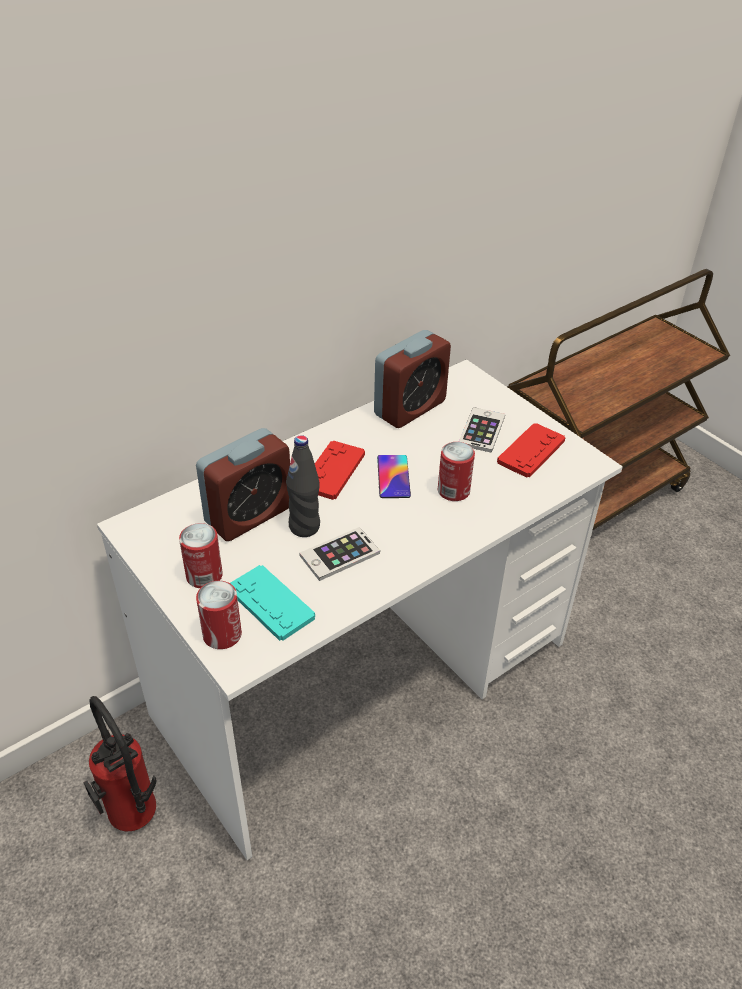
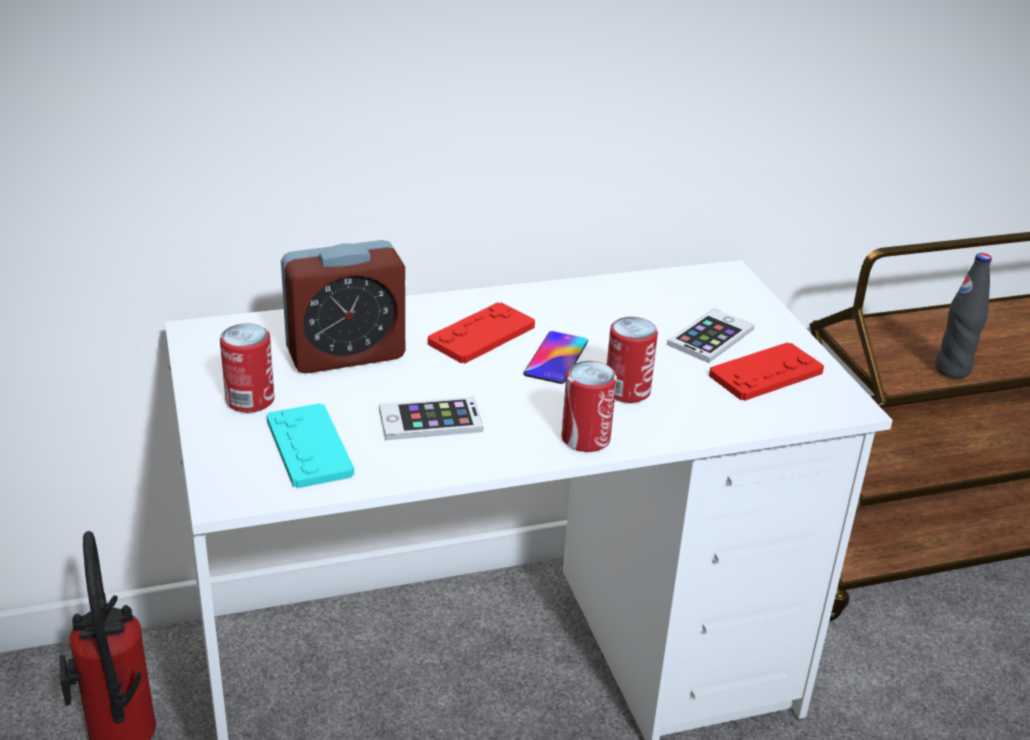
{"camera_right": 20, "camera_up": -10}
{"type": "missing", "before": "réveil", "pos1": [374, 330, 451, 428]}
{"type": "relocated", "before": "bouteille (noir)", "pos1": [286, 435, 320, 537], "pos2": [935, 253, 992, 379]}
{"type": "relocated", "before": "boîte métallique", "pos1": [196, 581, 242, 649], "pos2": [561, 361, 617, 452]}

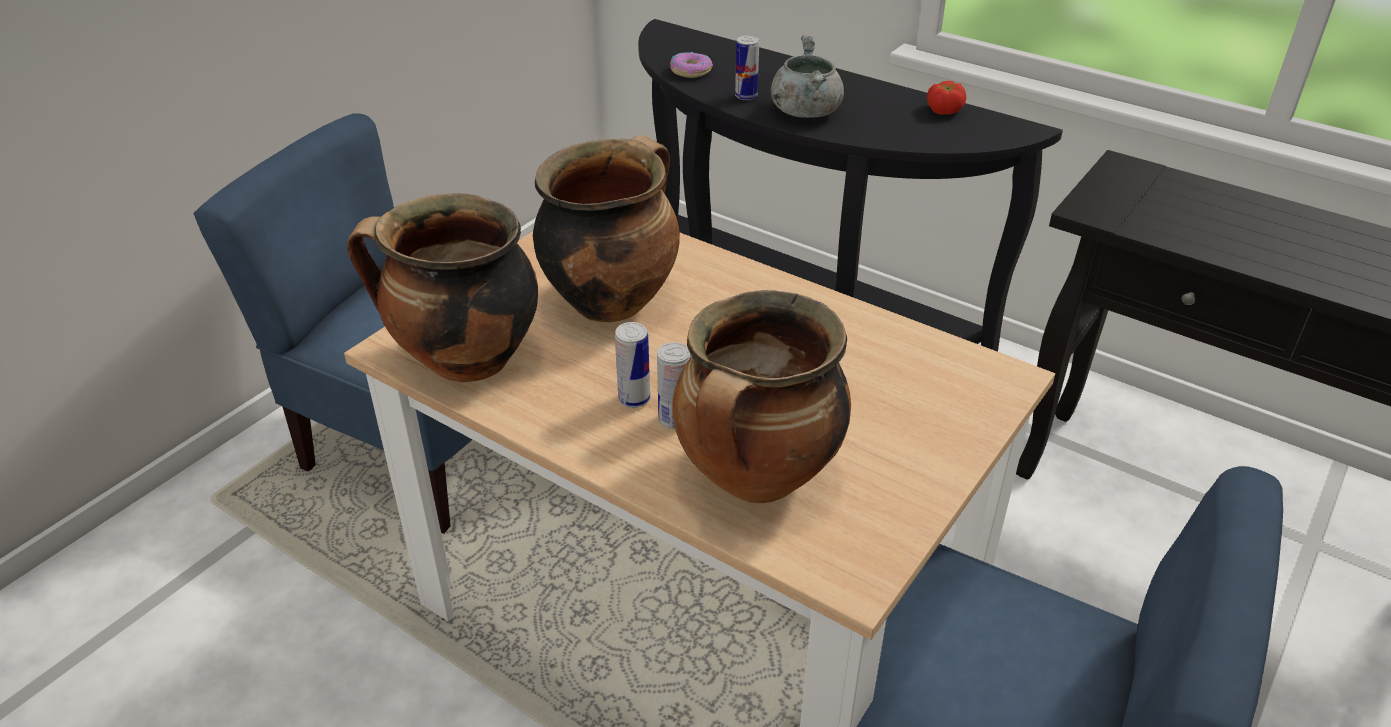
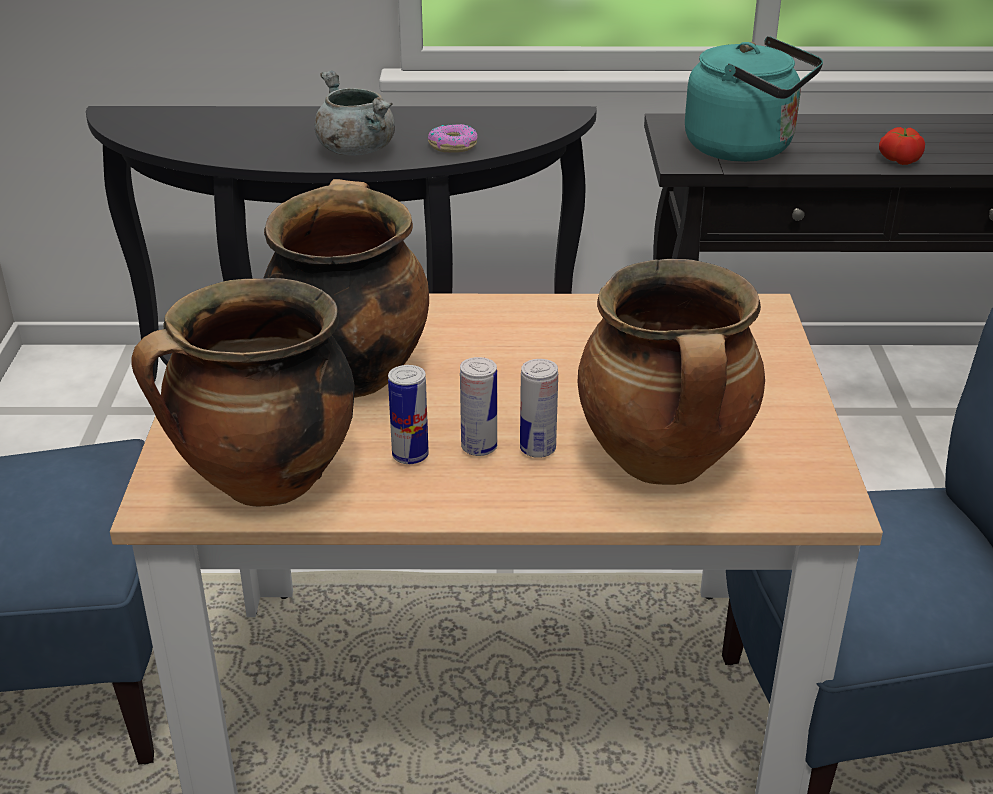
{"camera_right": -35, "camera_up": -5}
{"type": "relocated", "before": "boîte métallique", "pos1": [735, 36, 759, 100], "pos2": [388, 365, 429, 464]}
{"type": "relocated", "before": "beignet", "pos1": [670, 52, 713, 78], "pos2": [428, 124, 477, 153]}
{"type": "relocated", "before": "tomate", "pos1": [927, 81, 966, 115], "pos2": [879, 127, 925, 165]}
{"type": "appeared", "after": "bouilloire (turquoise)", "pos2": [685, 36, 823, 162]}

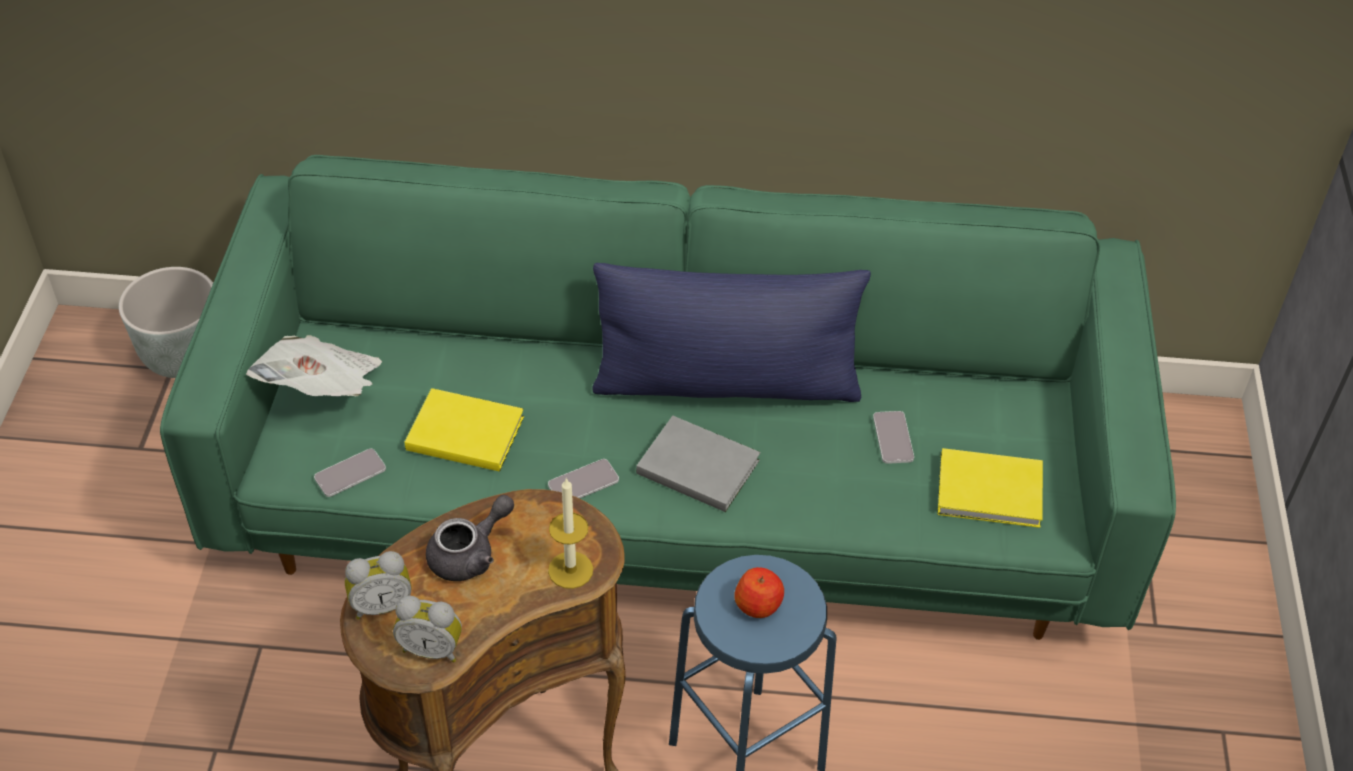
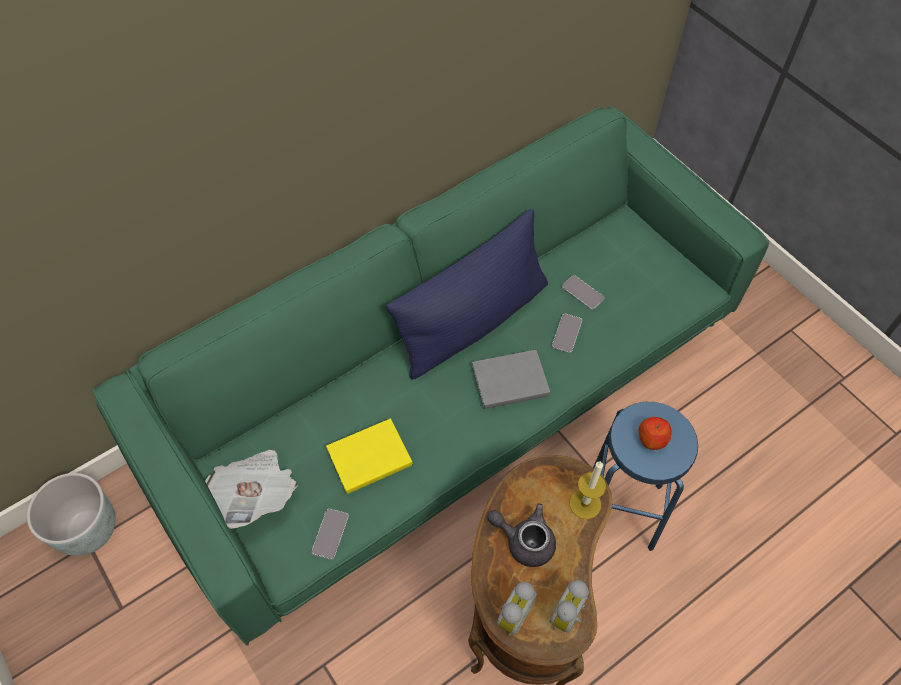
{"camera_right": -40, "camera_up": 10}
{"type": "missing", "before": "livre (jaune)", "pos1": [938, 448, 1043, 528]}
{"type": "relocated", "before": "téléphone", "pos1": [548, 459, 619, 498], "pos2": [552, 314, 582, 353]}
{"type": "spun", "before": "théière (gris)", "pos1": [426, 495, 514, 581], "pos2": [487, 503, 556, 567], "turn": -75}
{"type": "spun", "before": "réveil", "pos1": [393, 595, 462, 663], "pos2": [550, 580, 590, 633], "turn": 150}

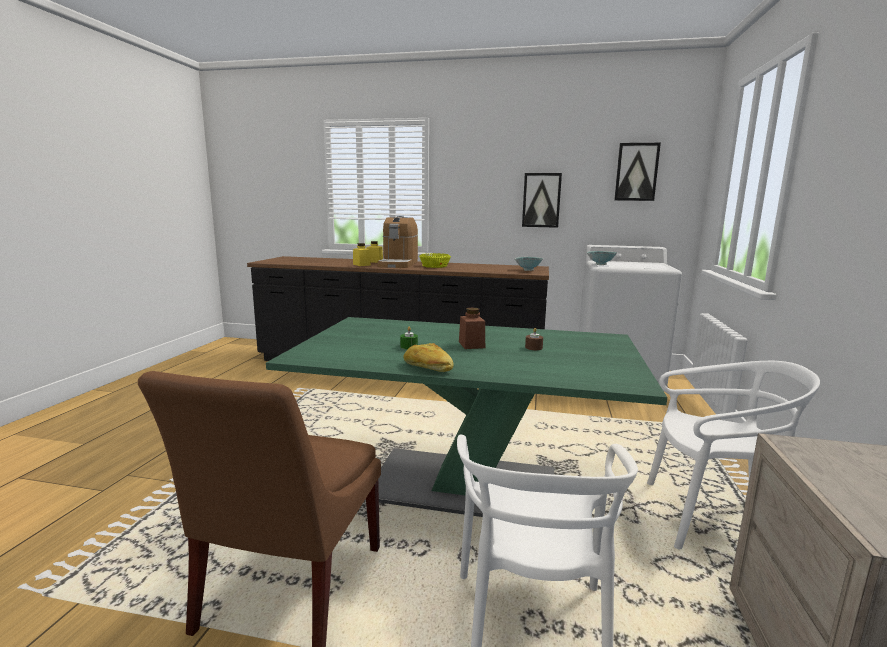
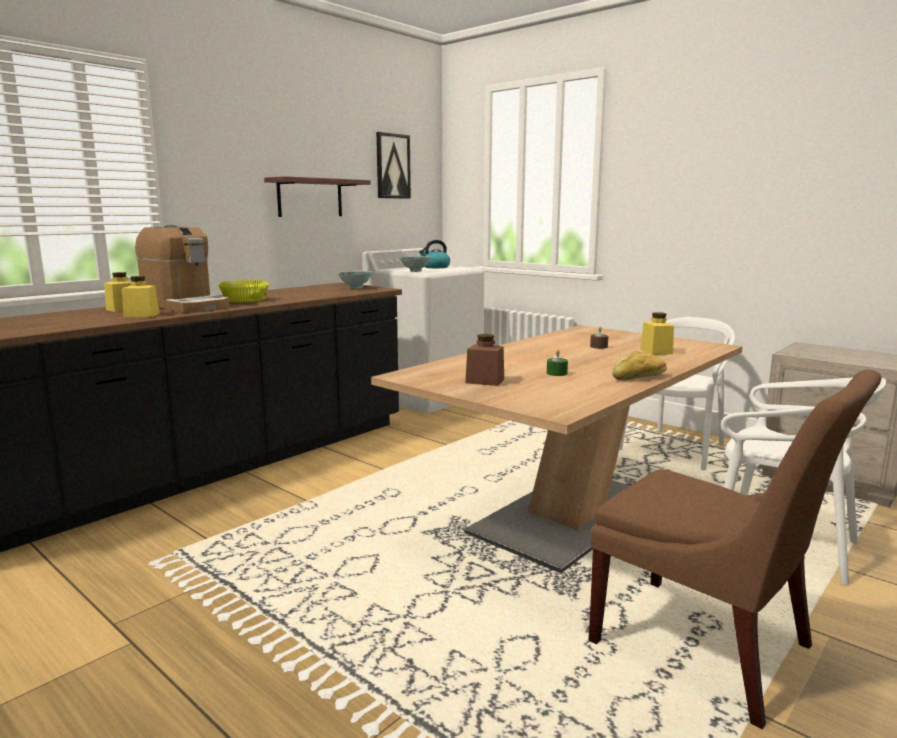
{"camera_right": -60, "camera_up": 0}
{"type": "exchanged", "before": "tableau", "after": "étagère", "pos1": [522, 173, 562, 228], "pos2": [264, 176, 371, 217]}
{"type": "relocated", "before": "bocal (marron)", "pos1": [459, 308, 485, 349], "pos2": [465, 334, 504, 386]}
{"type": "colour", "before": "table à manger (vert)", "after": "table à manger (marron)", "pos1": [266, 317, 667, 517], "pos2": [371, 325, 743, 573]}
{"type": "appeared", "after": "bouilloire", "pos2": [419, 240, 450, 268]}
{"type": "appeared", "after": "bocal (jaune)", "pos2": [640, 312, 674, 355]}

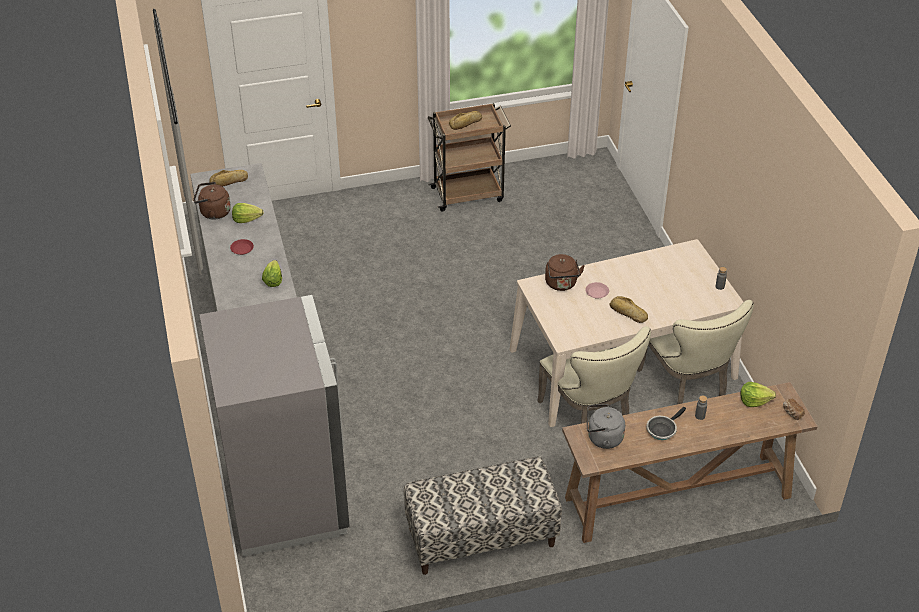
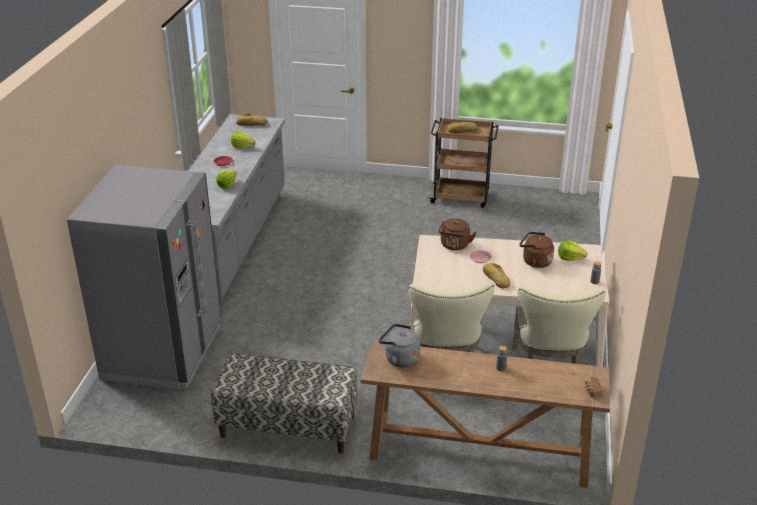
{"camera_right": 25, "camera_up": -10}
{"type": "relocated", "before": "bouilloire (marron)", "pos1": [193, 182, 231, 219], "pos2": [519, 232, 554, 268]}
{"type": "relocated", "before": "laitue", "pos1": [740, 382, 776, 407], "pos2": [558, 240, 588, 261]}
{"type": "missing", "before": "poêle", "pos1": [646, 407, 686, 440]}

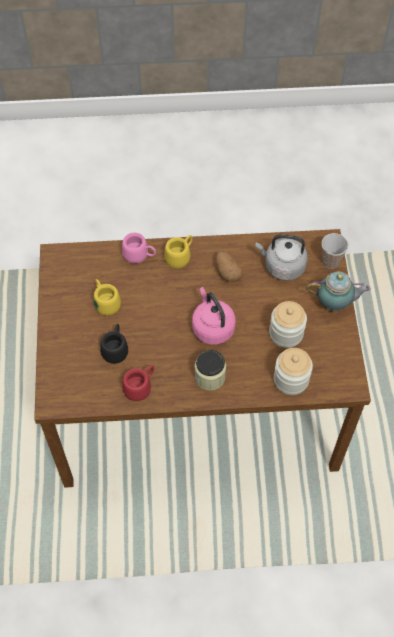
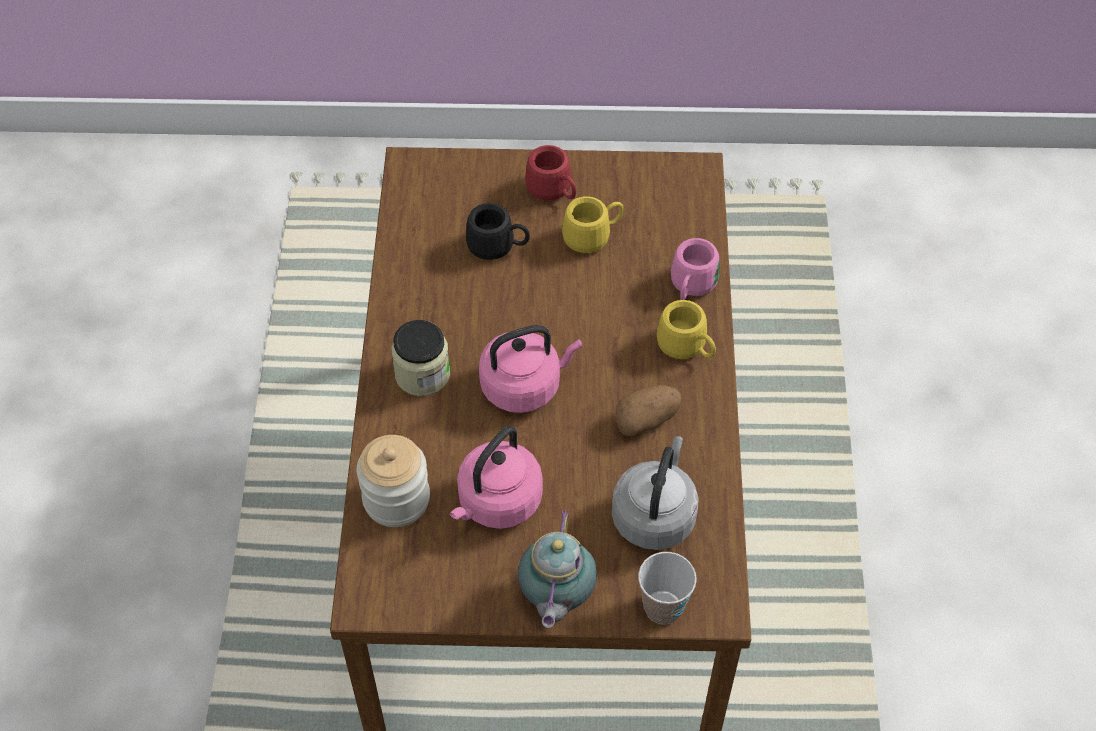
{"camera_right": 95, "camera_up": -5}
{"type": "exchanged", "before": "bocal", "after": "bouilloire (rose)", "pos1": [269, 301, 307, 348], "pos2": [449, 426, 543, 529]}
{"type": "relocated", "before": "mug (rouge)", "pos1": [122, 365, 154, 401], "pos2": [525, 145, 576, 201]}

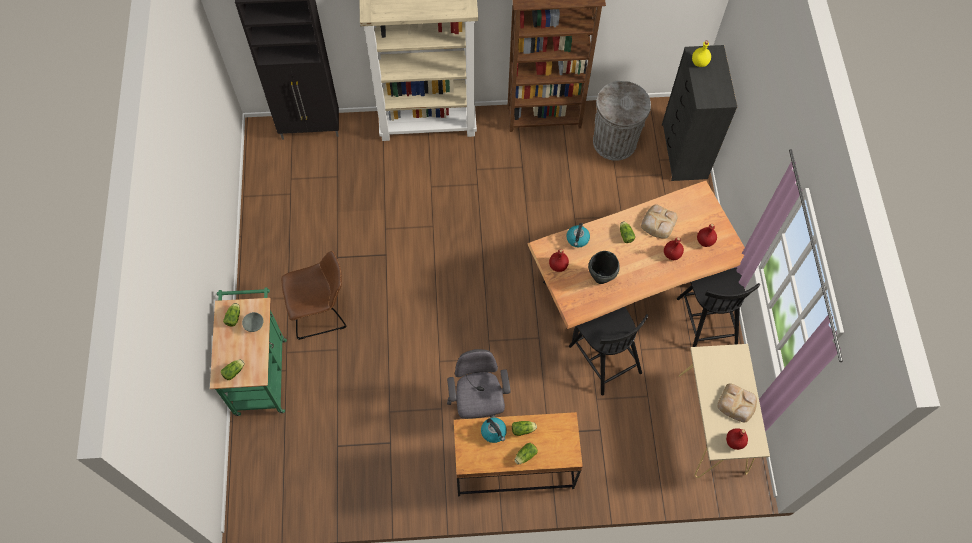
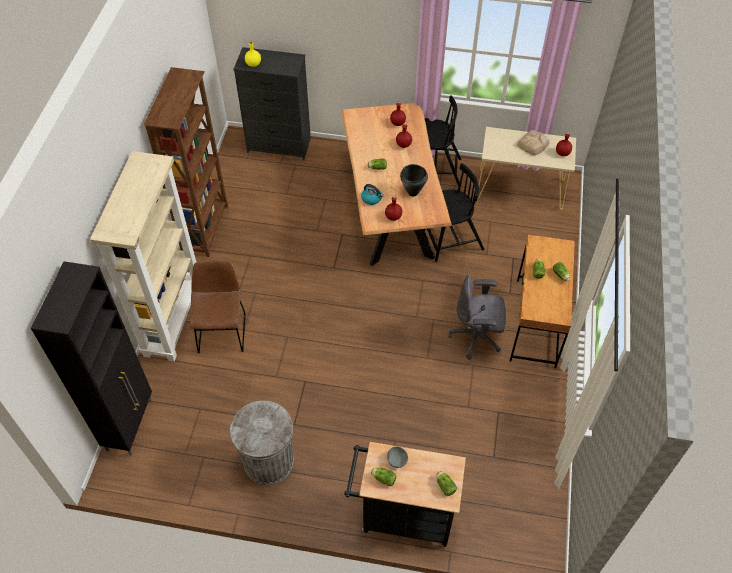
{"camera_right": -75, "camera_up": -10}
{"type": "relocated", "before": "poubelle (gris)", "pos1": [593, 81, 651, 161], "pos2": [230, 401, 294, 485]}
{"type": "missing", "before": "pain", "pos1": [641, 204, 677, 239]}
{"type": "relocated", "before": "chaise (marron)", "pos1": [281, 251, 346, 340], "pos2": [190, 260, 246, 353]}
{"type": "colour", "before": "chariot (vert)", "after": "chariot (noir)", "pos1": [210, 287, 287, 416], "pos2": [344, 442, 466, 547]}
{"type": "missing", "before": "bouilloire", "pos1": [481, 417, 507, 443]}

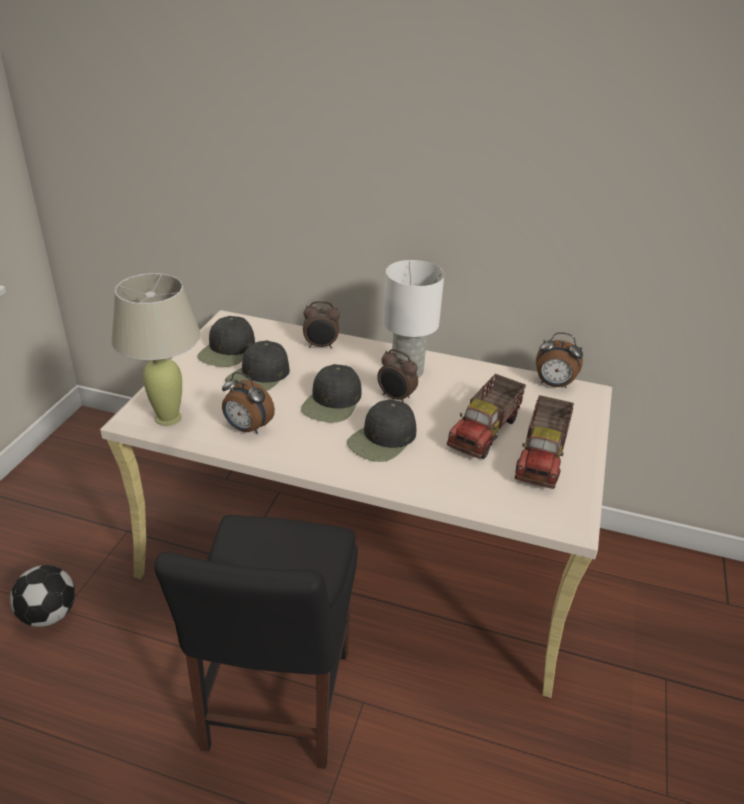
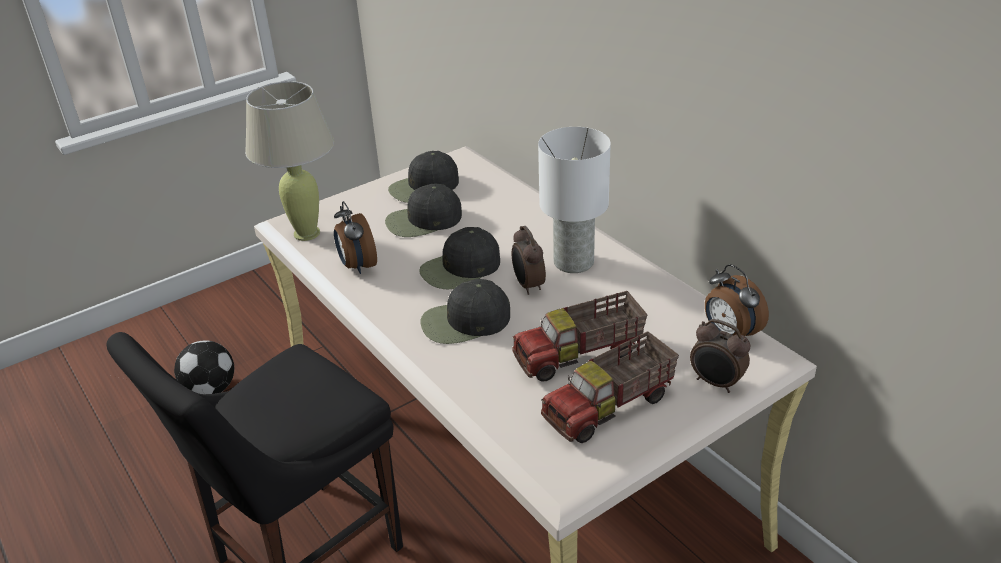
{"camera_right": 40, "camera_up": 0}
{"type": "relocated", "before": "réveil", "pos1": [303, 301, 340, 349], "pos2": [690, 319, 750, 393]}

